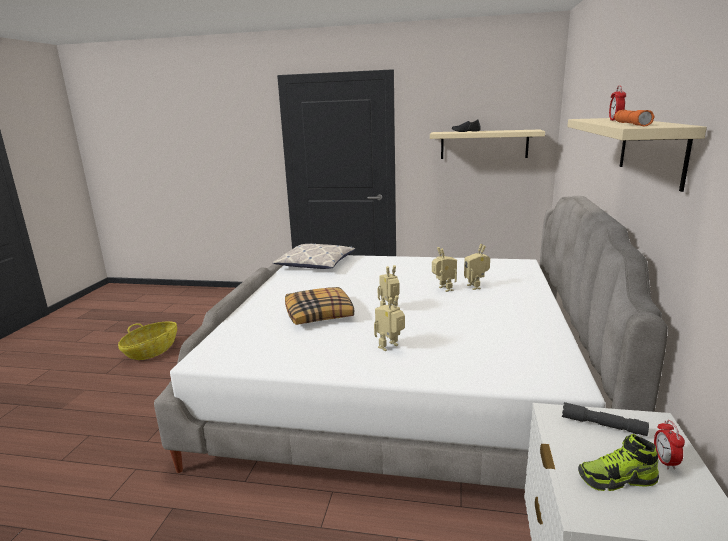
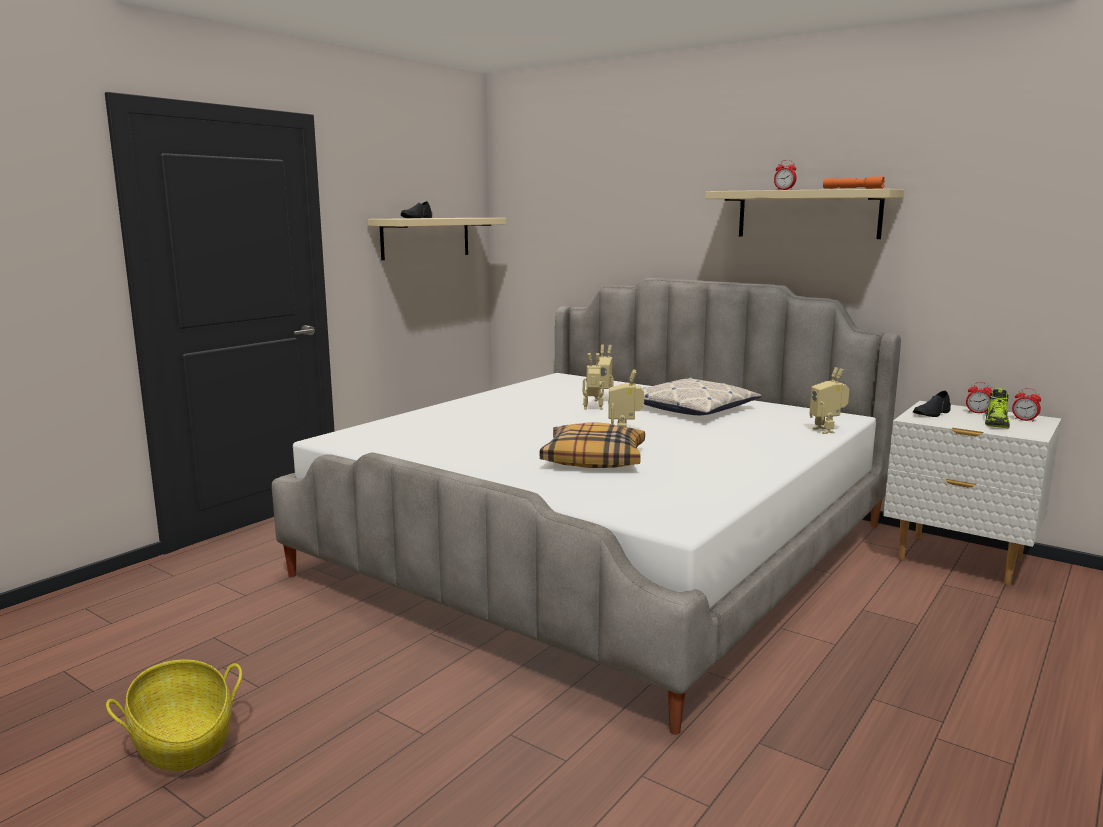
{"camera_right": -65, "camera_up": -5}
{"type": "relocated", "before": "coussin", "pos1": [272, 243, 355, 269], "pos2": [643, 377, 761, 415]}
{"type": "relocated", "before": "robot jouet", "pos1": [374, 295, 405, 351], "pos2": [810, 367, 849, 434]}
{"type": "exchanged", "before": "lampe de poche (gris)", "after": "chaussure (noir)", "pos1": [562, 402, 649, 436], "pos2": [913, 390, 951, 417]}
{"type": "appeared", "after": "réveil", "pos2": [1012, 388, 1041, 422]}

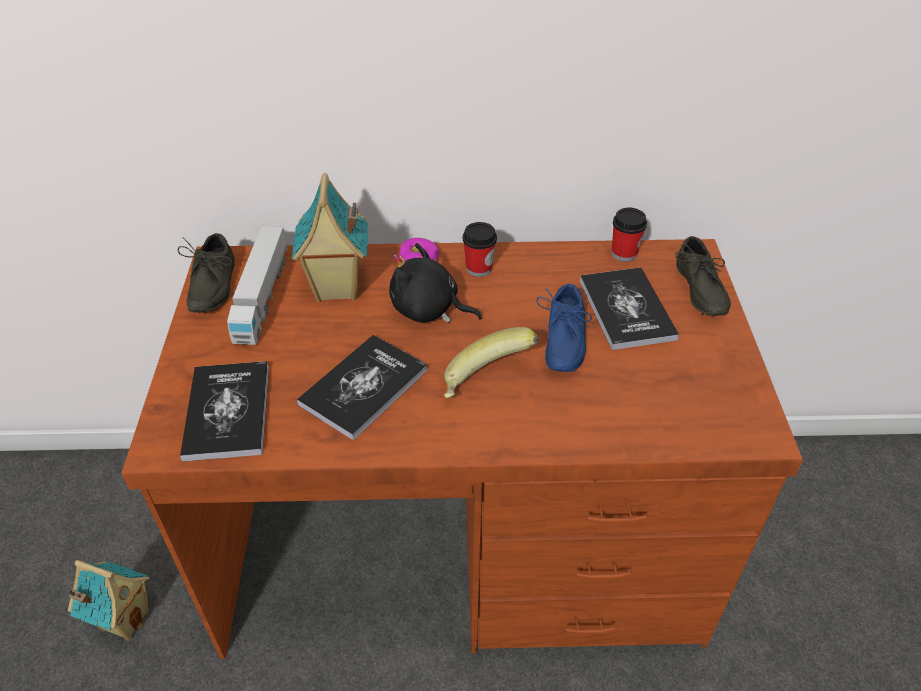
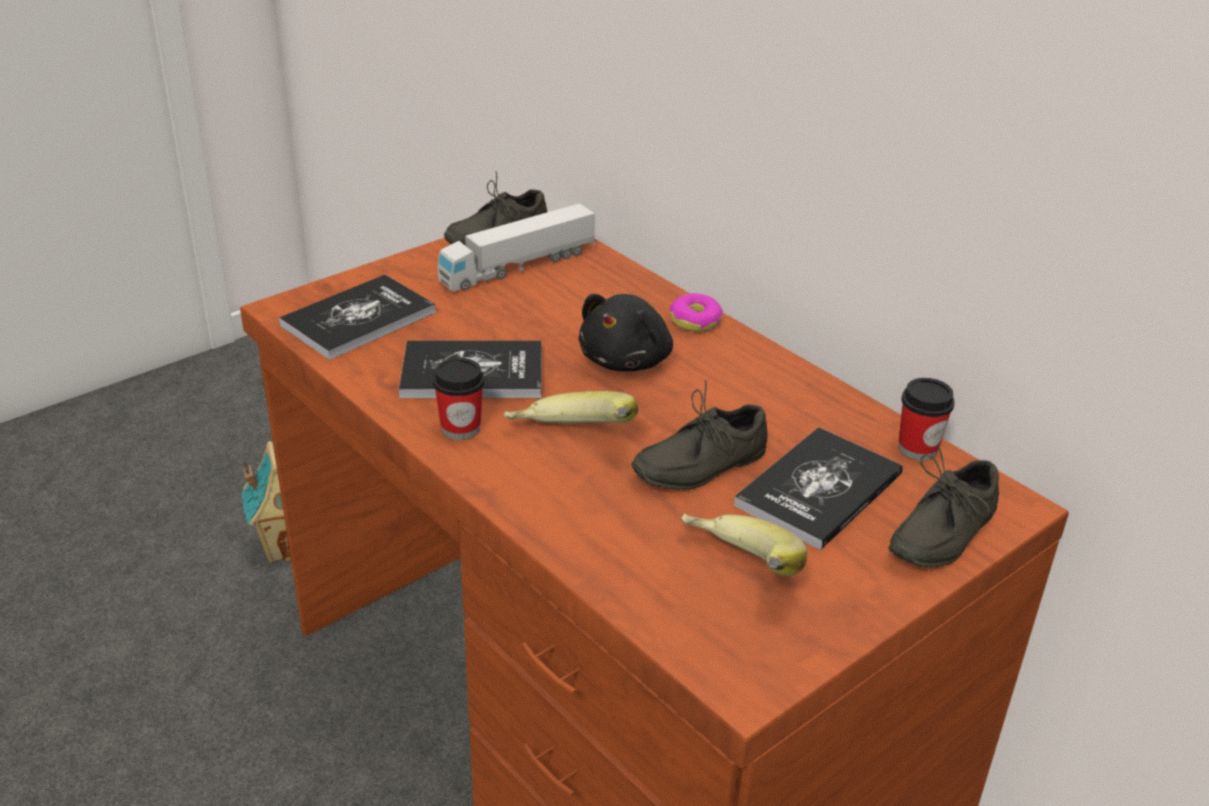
{"camera_right": 50, "camera_up": -10}
{"type": "missing", "before": "maison miniature", "pos1": [292, 173, 368, 302]}
{"type": "relocated", "before": "tasse", "pos1": [463, 222, 497, 277], "pos2": [433, 358, 484, 440]}
{"type": "spun", "before": "peluche (noir)", "pos1": [389, 243, 482, 323], "pos2": [579, 294, 673, 371], "turn": -135}
{"type": "colour", "before": "chaussure (bleu)", "after": "chaussure (gris)", "pos1": [536, 284, 592, 372], "pos2": [631, 380, 768, 490]}
{"type": "appeared", "after": "banane", "pos2": [681, 514, 807, 576]}

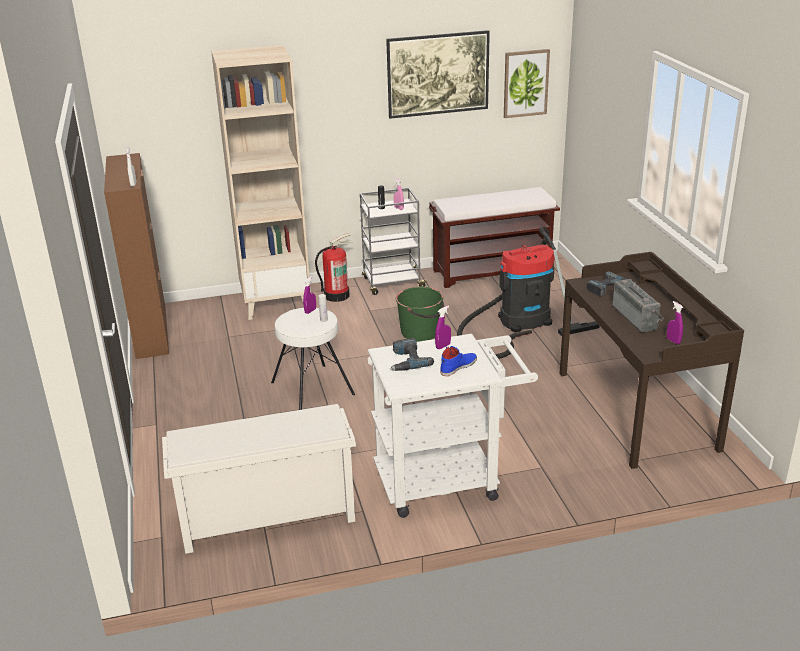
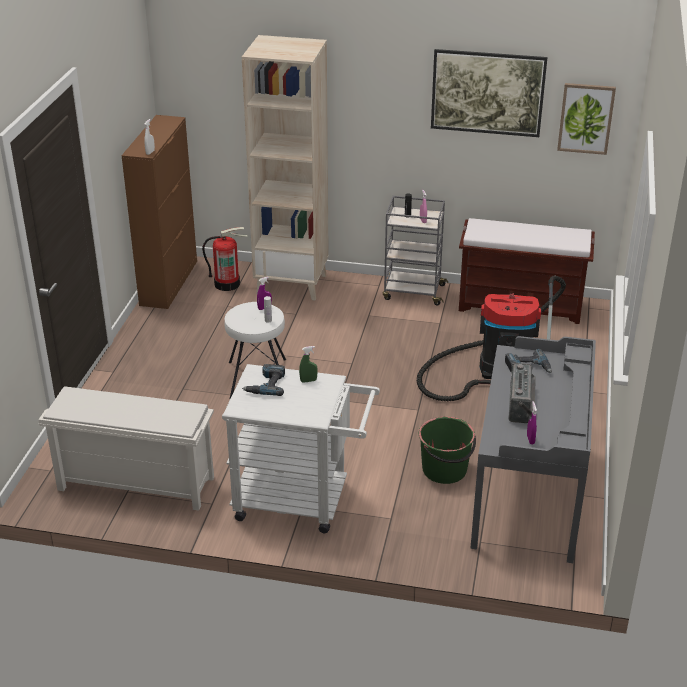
{"camera_right": 25, "camera_up": 5}
{"type": "relocated", "before": "extincteur", "pos1": [315, 233, 354, 302], "pos2": [202, 227, 248, 291]}
{"type": "colour", "before": "bureau (marron)", "after": "bureau (gris)", "pos1": [559, 252, 744, 469], "pos2": [470, 336, 596, 563]}
{"type": "relocated", "before": "seau (vert)", "pos1": [396, 286, 444, 341], "pos2": [419, 417, 476, 484]}
{"type": "colour", "before": "vaporisateur (violet)", "after": "vaporisateur (vert)", "pos1": [435, 306, 451, 349], "pos2": [299, 346, 318, 383]}
{"type": "missing", "before": "chaussure (bleu)", "pos1": [440, 346, 477, 376]}

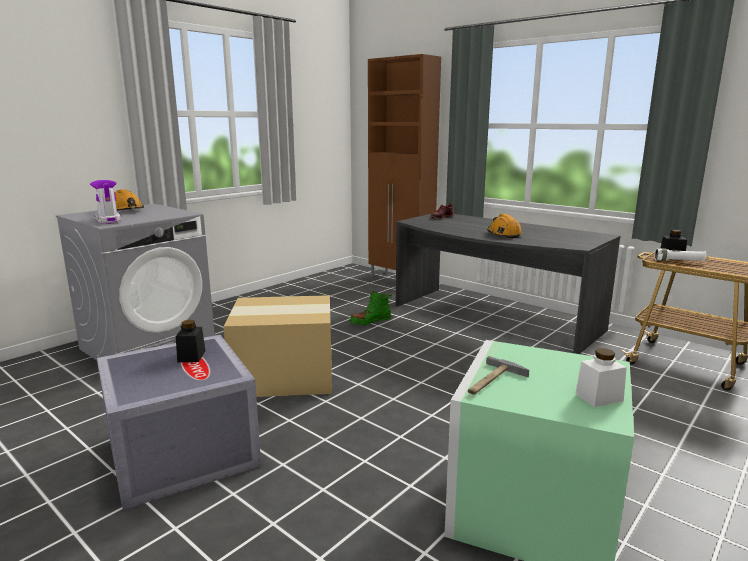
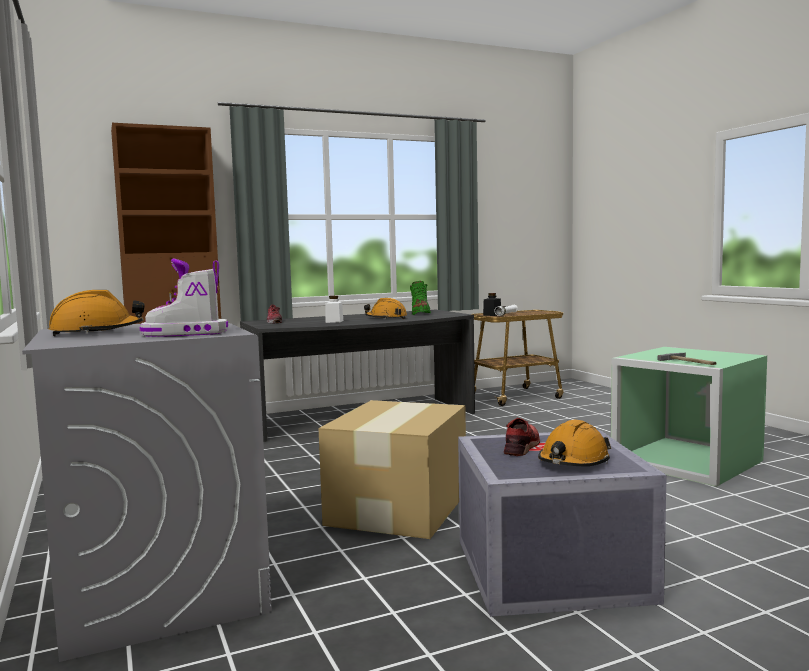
{"camera_right": -65, "camera_up": -10}
{"type": "relocated", "before": "botte (vert)", "pos1": [349, 291, 392, 325], "pos2": [410, 281, 431, 315]}
{"type": "exchanged", "before": "bocal (noir)", "after": "chaussure (rouge)", "pos1": [176, 320, 205, 362], "pos2": [504, 418, 540, 456]}
{"type": "relocated", "before": "bocal (blanc)", "pos1": [575, 348, 627, 407], "pos2": [325, 296, 343, 323]}
{"type": "appeared", "after": "casque de chantier (orange)", "pos2": [538, 420, 611, 466]}

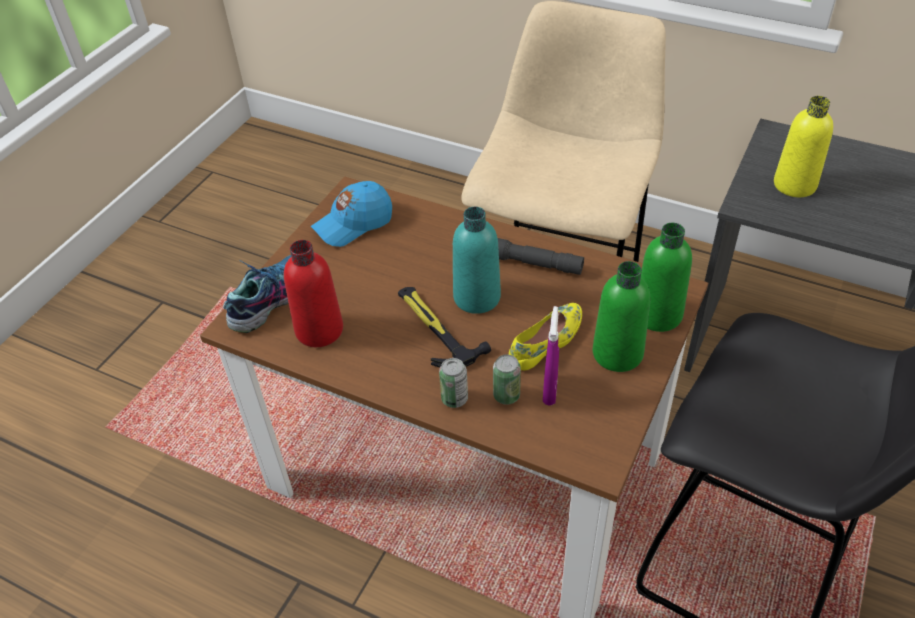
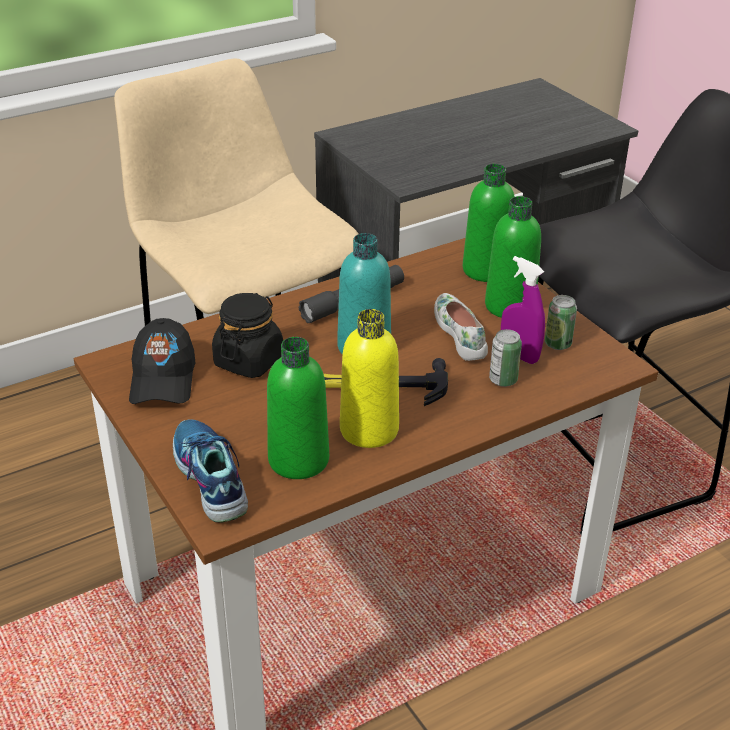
{"camera_right": -60, "camera_up": -10}
{"type": "relocated", "before": "bouteille (jaune)", "pos1": [774, 96, 833, 197], "pos2": [340, 309, 399, 448]}
{"type": "colour", "before": "casquette (bleu)", "after": "casquette (noir)", "pos1": [311, 181, 392, 247], "pos2": [129, 318, 196, 404]}
{"type": "colour", "before": "bouteille (rouge)", "after": "bouteille (vert)", "pos1": [284, 240, 343, 347], "pos2": [267, 337, 329, 479]}
{"type": "colour", "before": "chaussure (jaune)", "after": "chaussure (blanc)", "pos1": [509, 303, 582, 370], "pos2": [434, 293, 488, 361]}
{"type": "relocated", "before": "boîte métallique", "pos1": [439, 358, 468, 408], "pos2": [545, 295, 577, 350]}
{"type": "appeared", "after": "bocal (noir)", "pos2": [212, 293, 283, 378]}

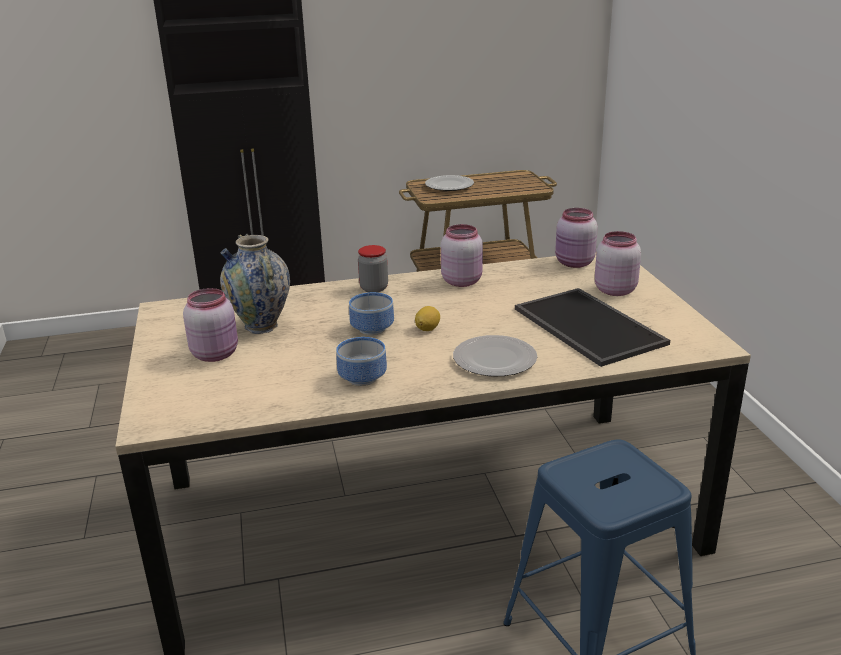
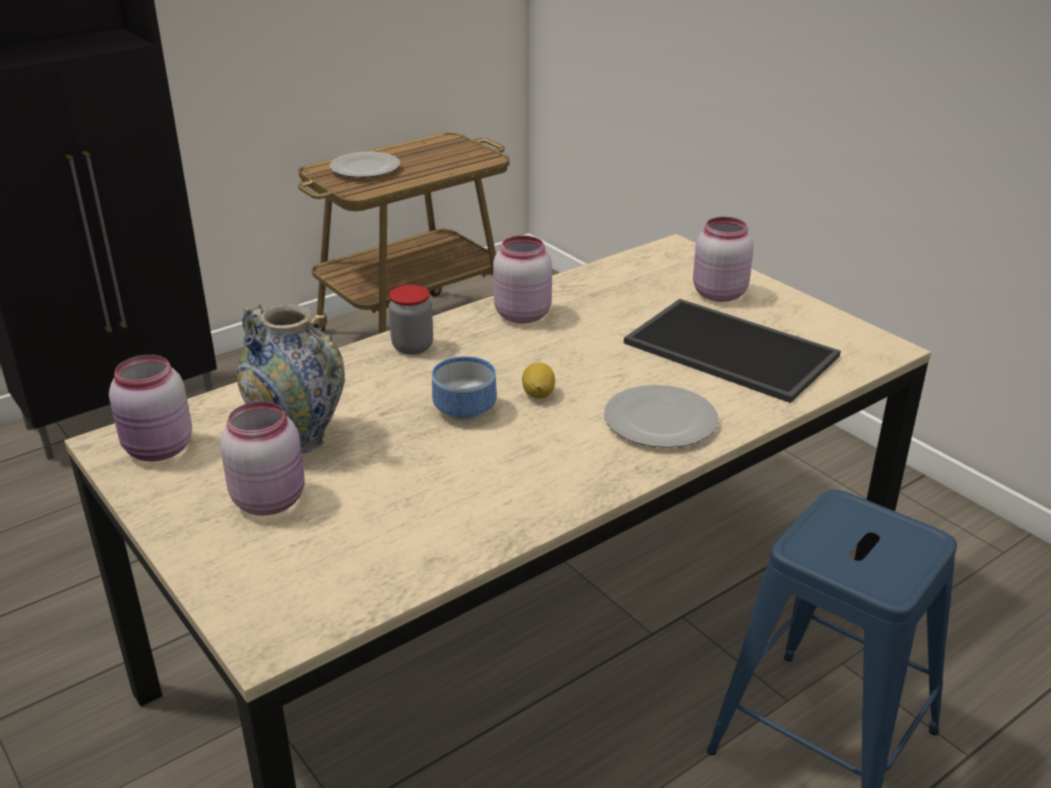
{"camera_right": -25, "camera_up": 5}
{"type": "relocated", "before": "bocal (rose)", "pos1": [555, 208, 598, 268], "pos2": [109, 355, 192, 461]}
{"type": "missing", "before": "bol", "pos1": [336, 337, 387, 386]}

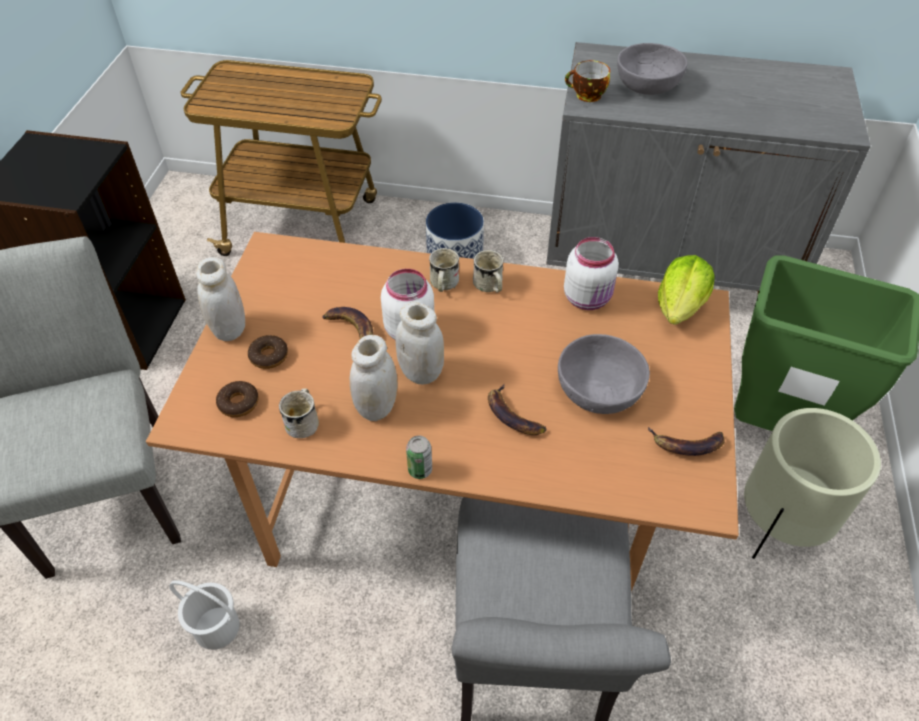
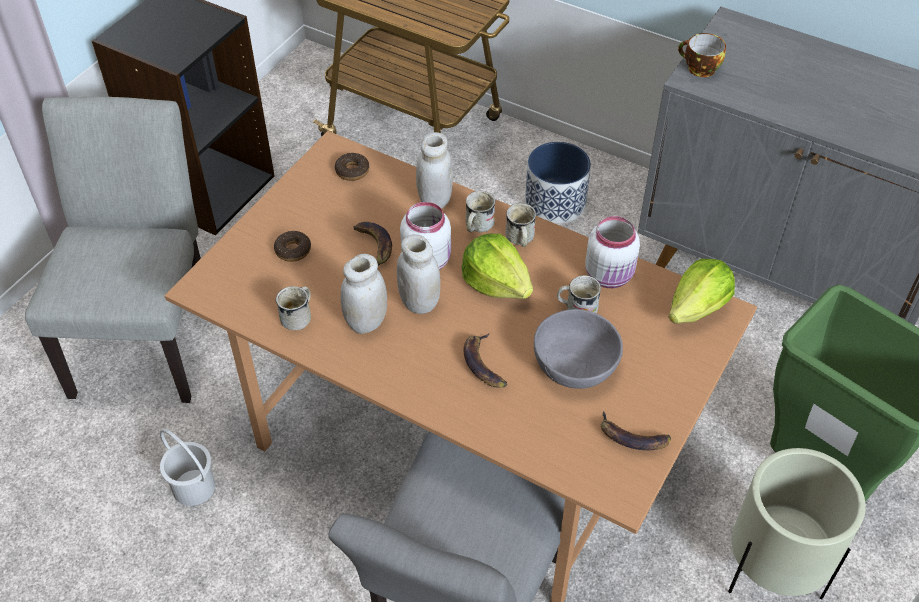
{"camera_right": 20, "camera_up": 0}
{"type": "missing", "before": "bol (gris)", "pos1": [617, 43, 687, 95]}
{"type": "relocated", "before": "bocal (blanc)", "pos1": [196, 257, 245, 341], "pos2": [416, 132, 453, 209]}
{"type": "relocated", "before": "beignet", "pos1": [216, 381, 259, 417], "pos2": [335, 153, 369, 181]}
{"type": "missing", "before": "boîte métallique", "pos1": [406, 436, 432, 479]}
{"type": "appeared", "after": "laitue", "pos2": [462, 234, 533, 299]}
{"type": "appeared", "after": "mug (blanc)", "pos2": [557, 275, 601, 314]}

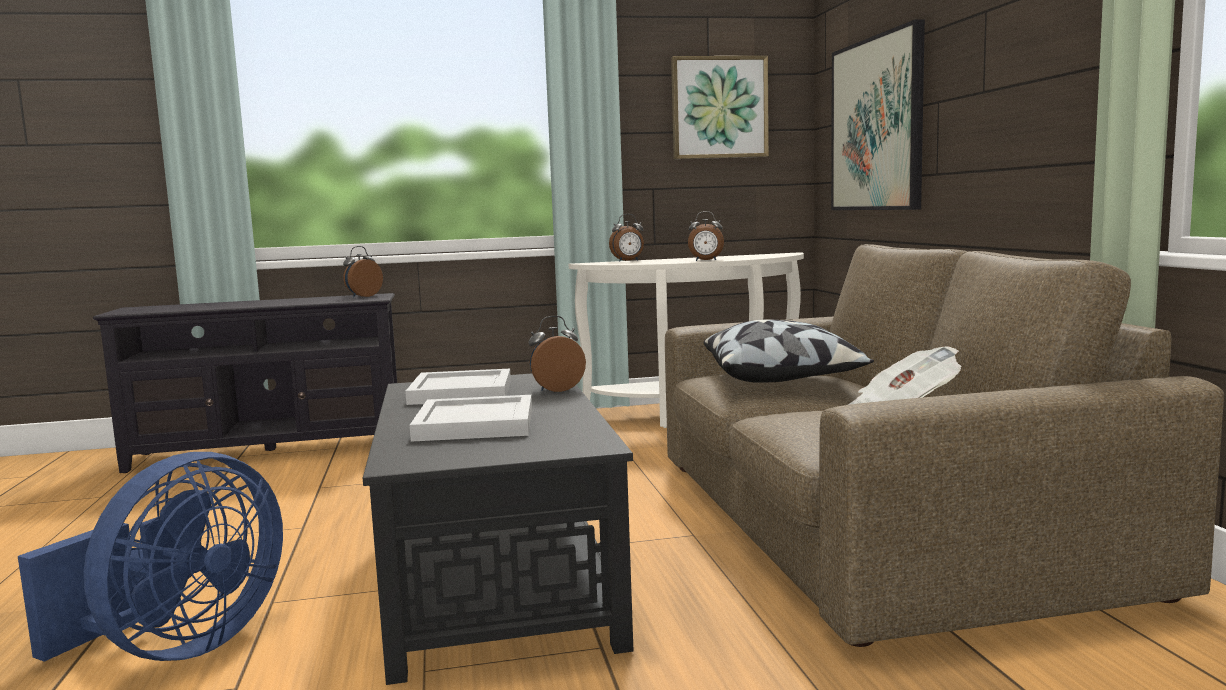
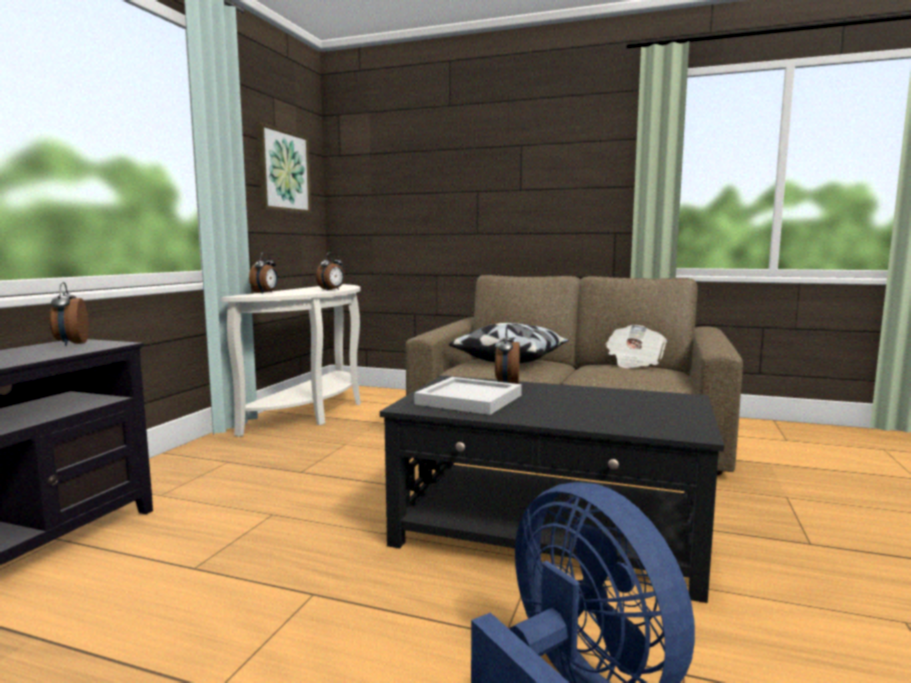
{"camera_right": -60, "camera_up": 0}
{"type": "missing", "before": "tableau", "pos1": [831, 19, 925, 210]}
{"type": "missing", "before": "plateau (blanc)", "pos1": [410, 395, 532, 442]}

